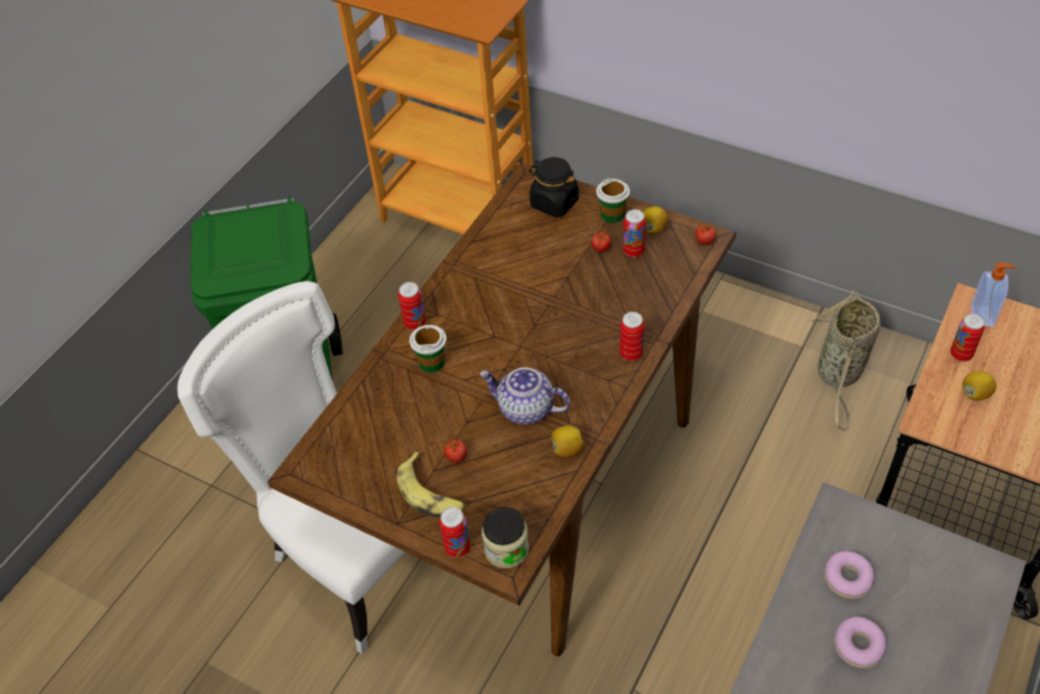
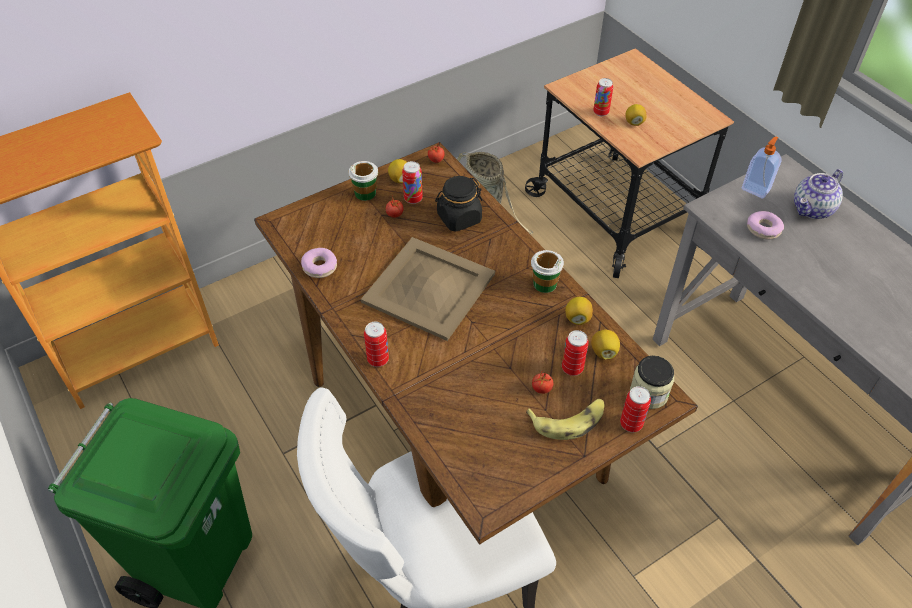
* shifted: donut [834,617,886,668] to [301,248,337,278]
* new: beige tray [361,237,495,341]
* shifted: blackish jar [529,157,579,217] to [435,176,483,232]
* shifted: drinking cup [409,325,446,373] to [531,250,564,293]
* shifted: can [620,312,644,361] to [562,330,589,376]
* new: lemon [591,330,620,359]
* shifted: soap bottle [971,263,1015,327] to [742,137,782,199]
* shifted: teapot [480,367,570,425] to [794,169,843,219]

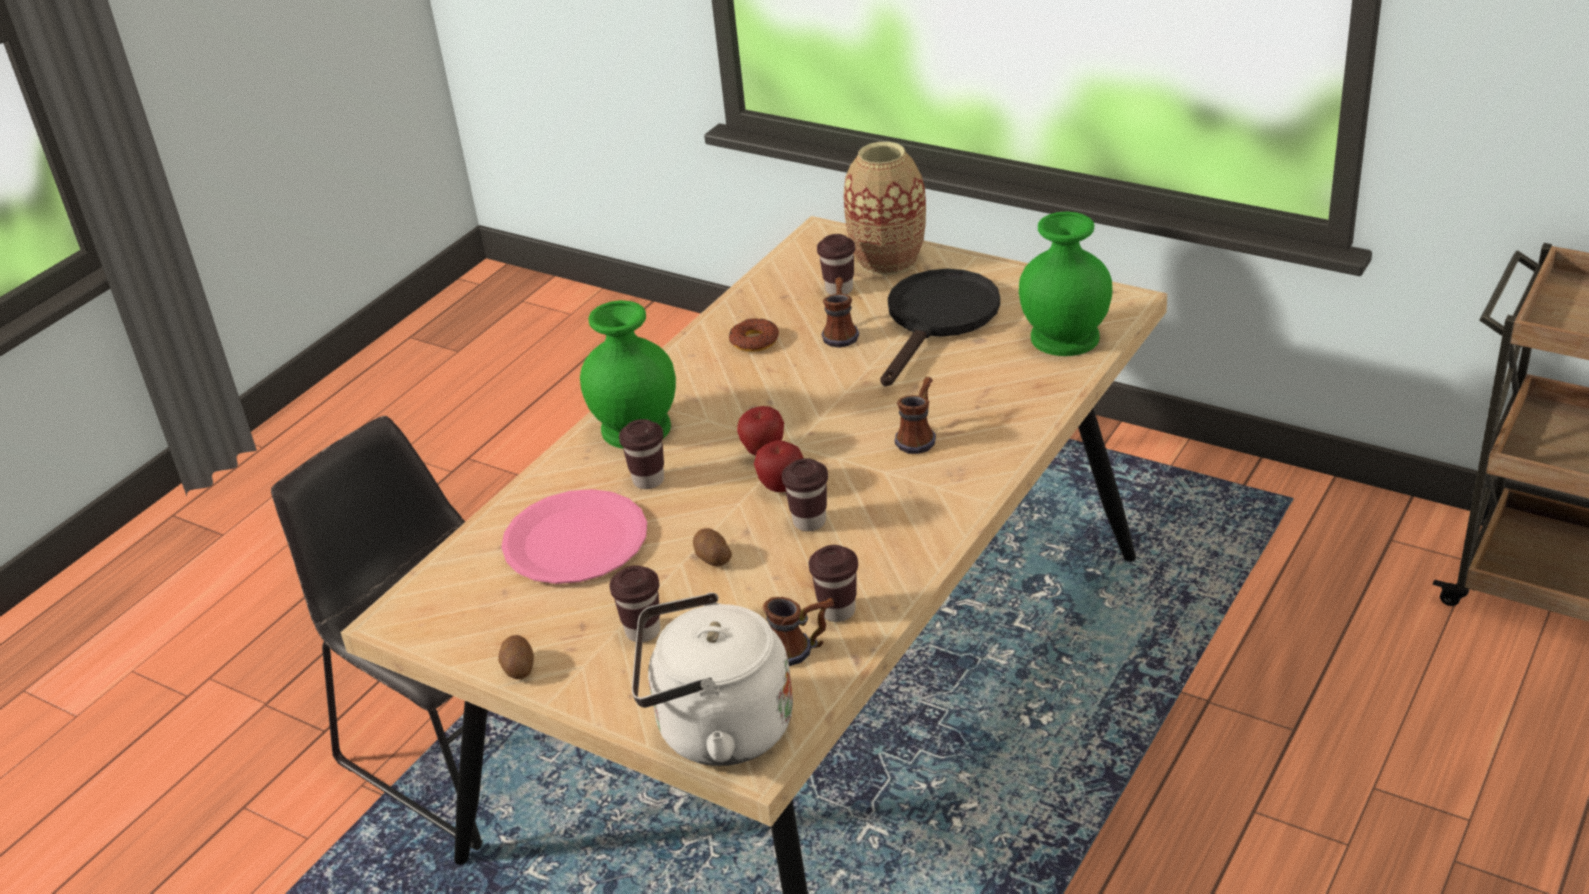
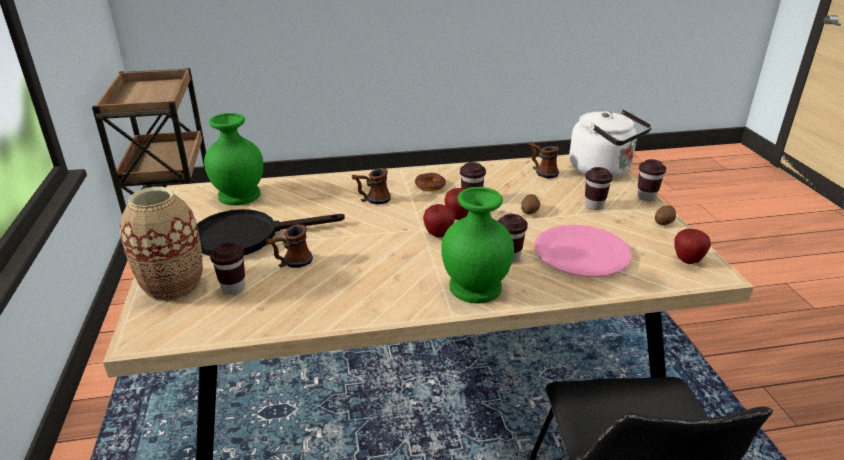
* shifted: donut [729,318,779,352] to [415,173,446,191]
* shifted: brown drinking cup [809,545,858,622] to [637,159,666,201]
* new: apple [674,229,711,264]

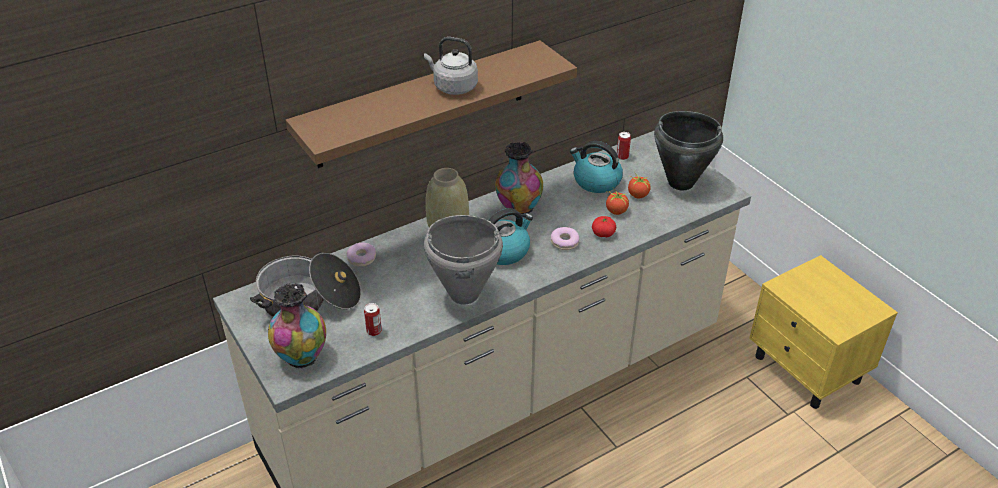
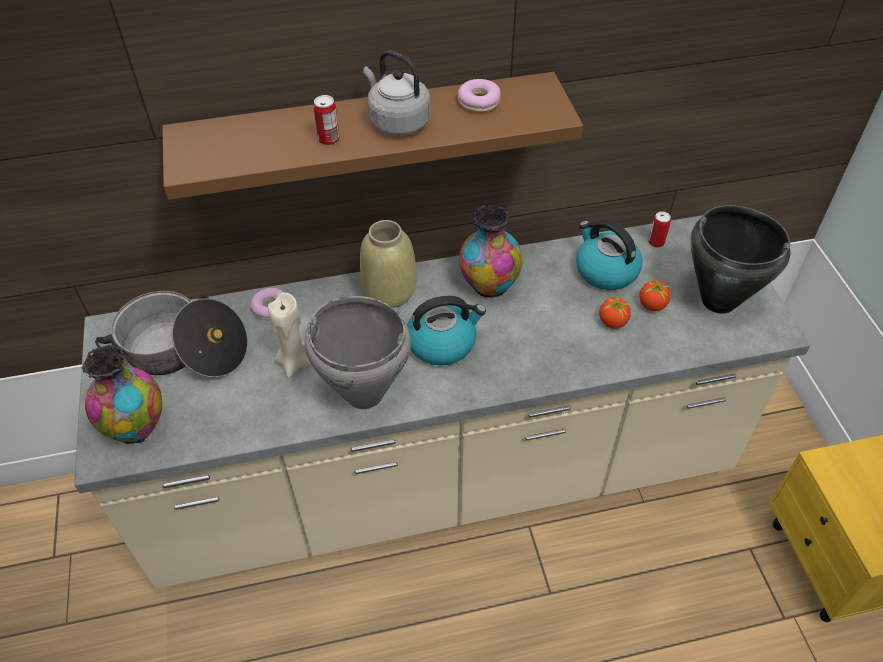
* new: beige wax light [268,292,311,378]
* shifted: can [364,303,382,336] to [313,95,340,145]
* shifted: donut [551,227,579,250] to [458,79,501,112]
* gone: whole tomato [592,216,616,237]

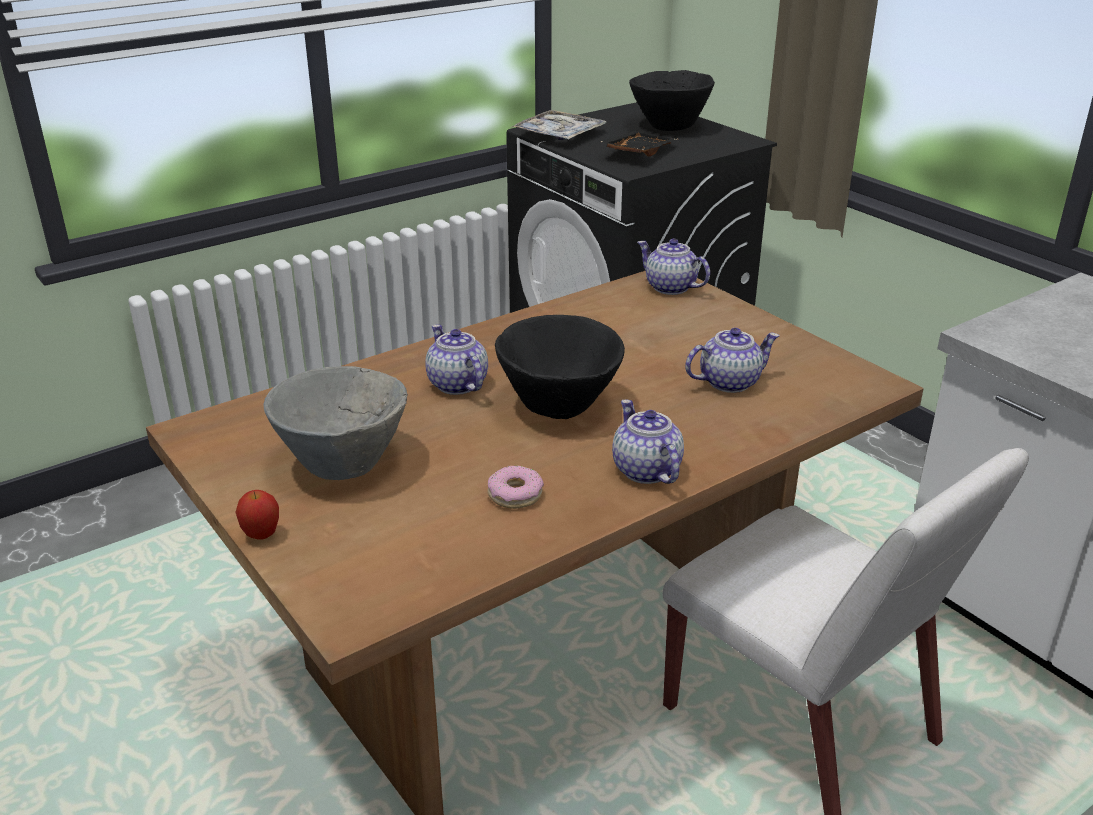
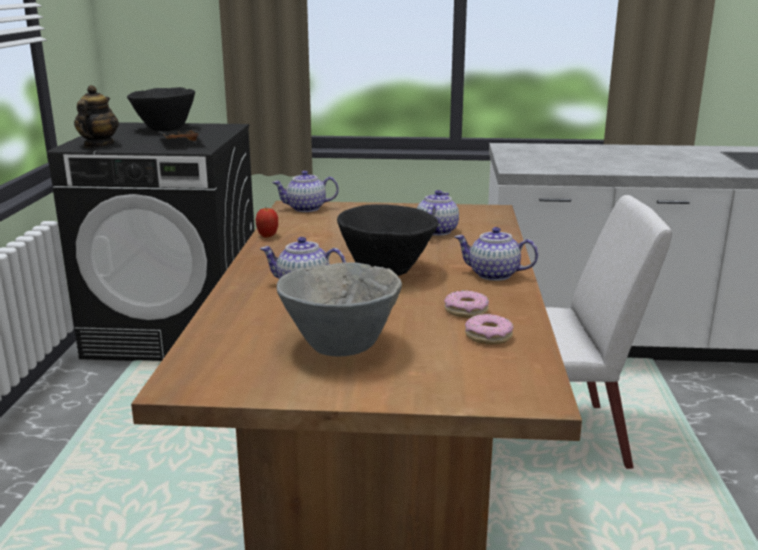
* swapped: tray [512,110,606,140] to teapot [74,85,119,148]
* shifted: apple [235,490,279,540] to [255,208,278,238]
* new: donut [465,314,514,345]

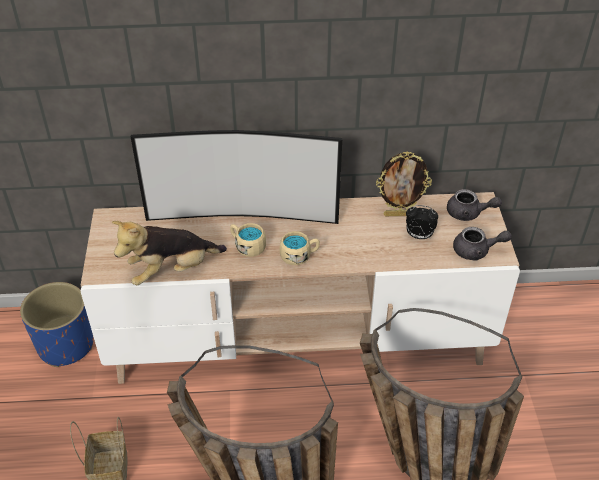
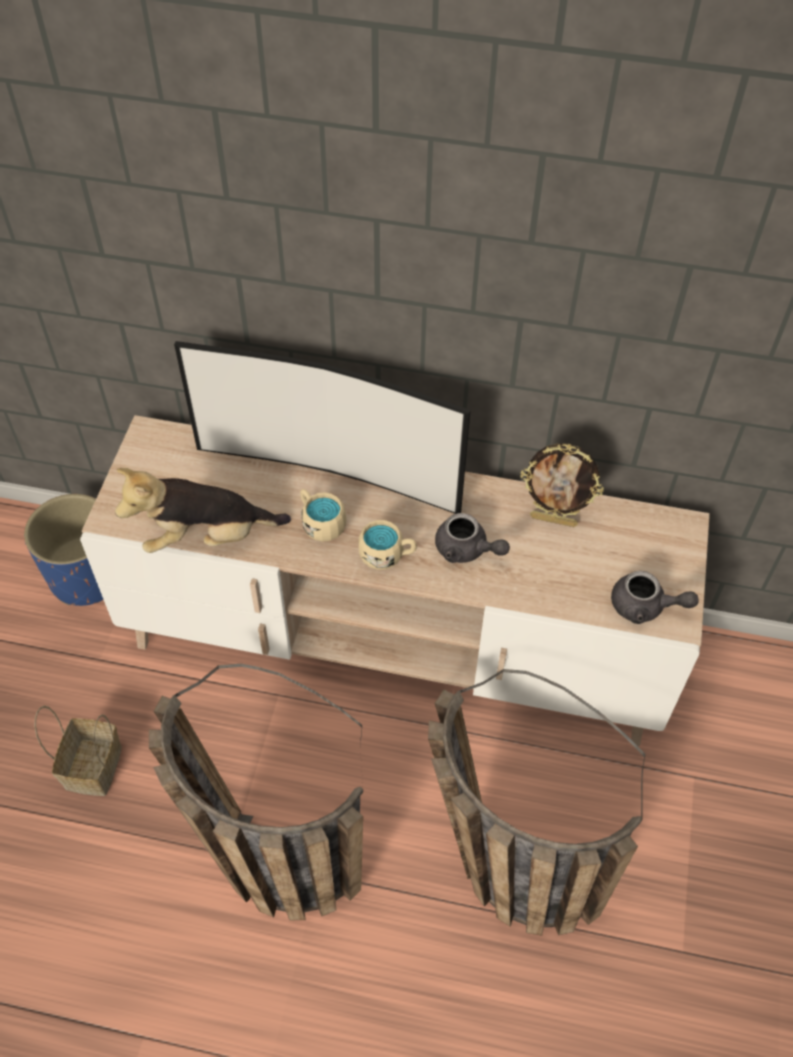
* shifted: gray teapot [447,189,502,221] to [435,513,510,563]
* gone: alarm clock [406,205,438,239]

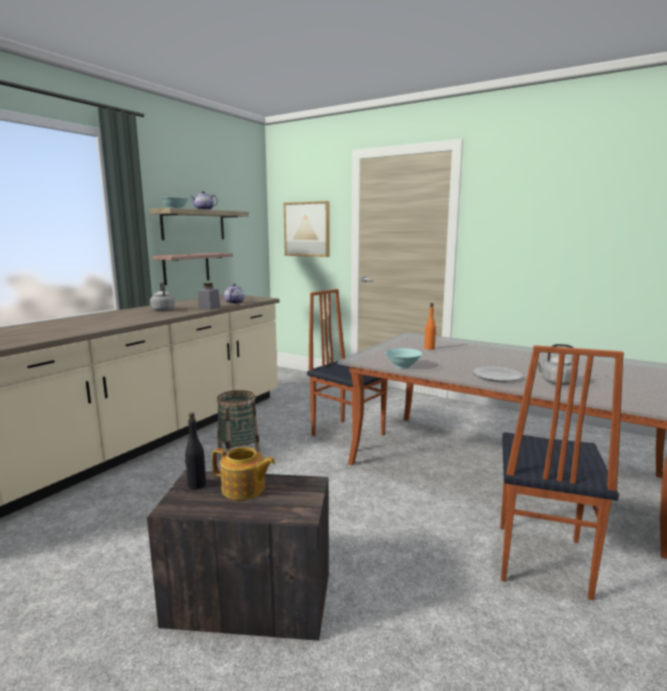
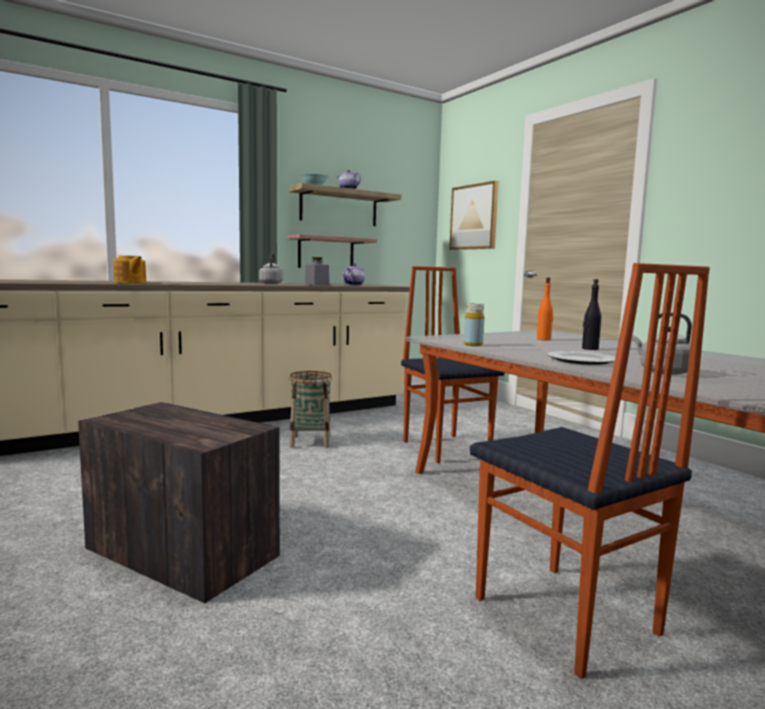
* shifted: teapot [212,447,275,500] to [113,255,146,283]
* swapped: turquoise serving bowl [385,348,423,368] to yellow-coloured beverage bottle [464,303,485,346]
* rotated: chair [500,345,624,600] = [470,263,710,679] 75 degrees counterclockwise
* shifted: blackish beverage bottle [185,412,206,490] to [582,279,601,350]

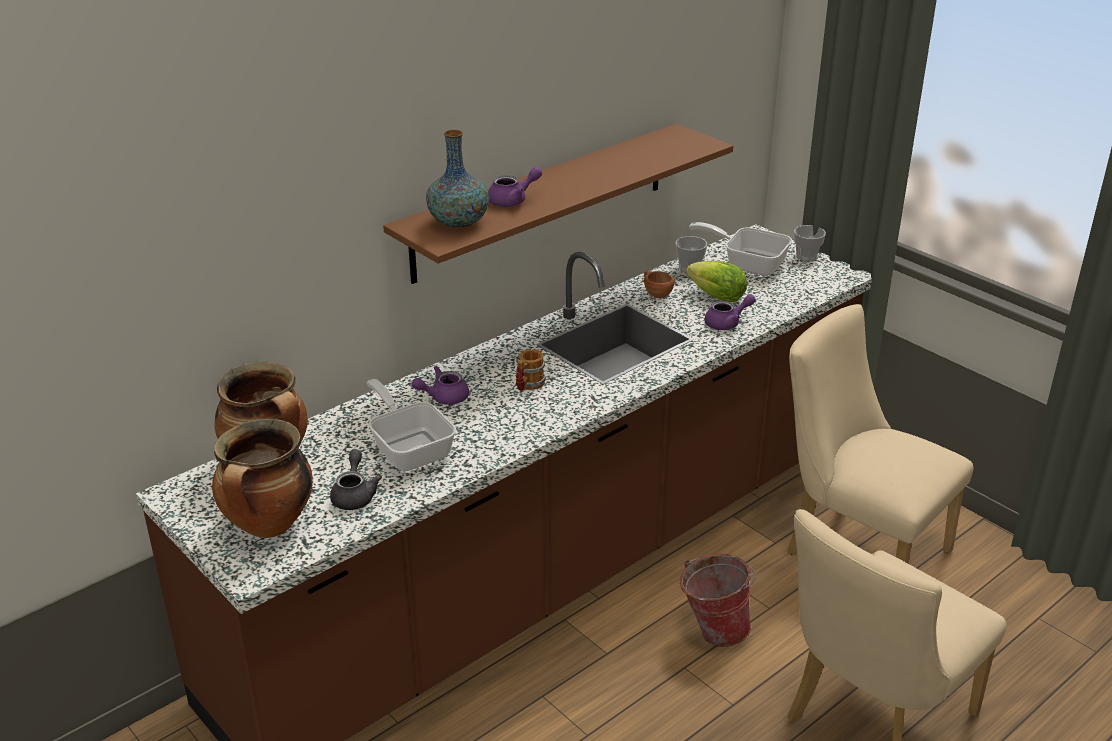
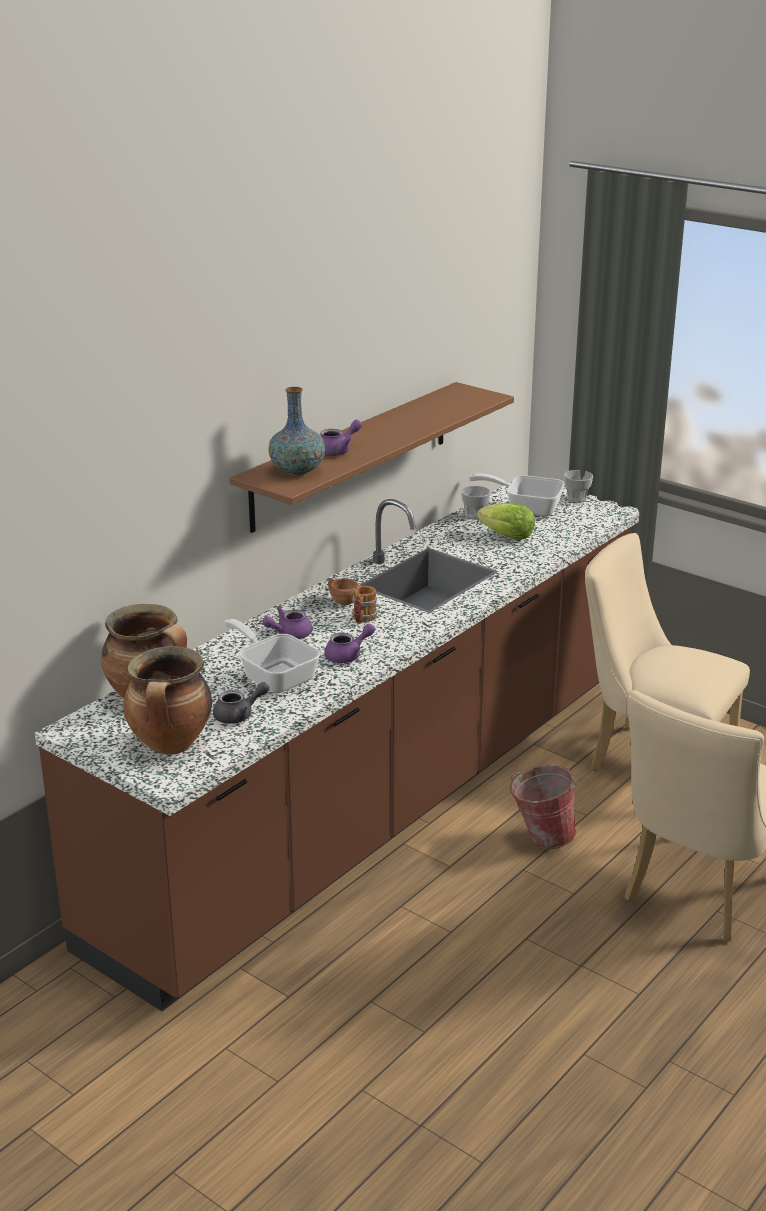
* rotated: gray teapot [330,450,382,510] = [213,682,270,724] 75 degrees clockwise
* shifted: purple-coloured teapot [705,294,756,330] to [324,624,375,663]
* shifted: brown drinking cup [644,270,675,298] to [328,578,360,605]

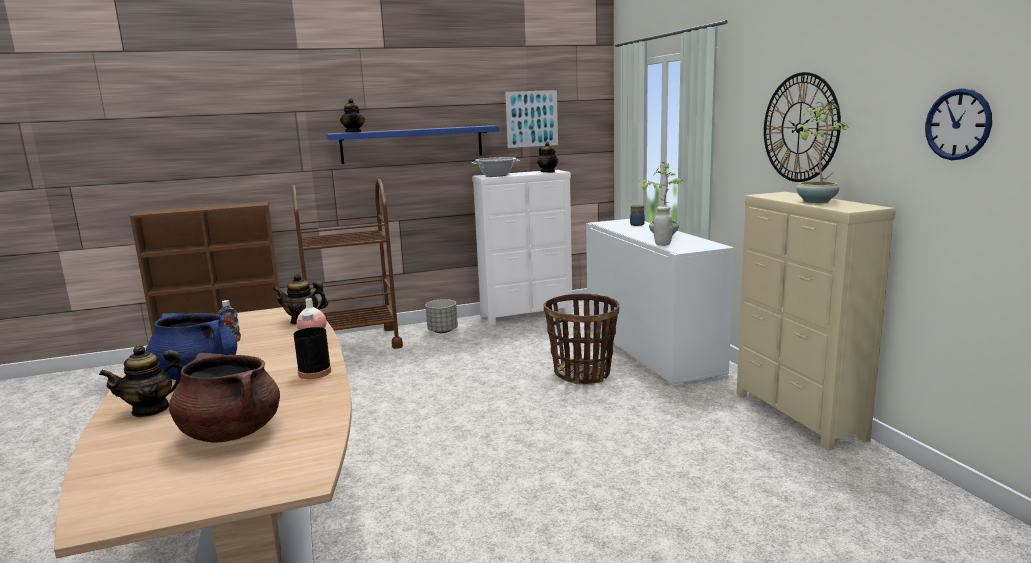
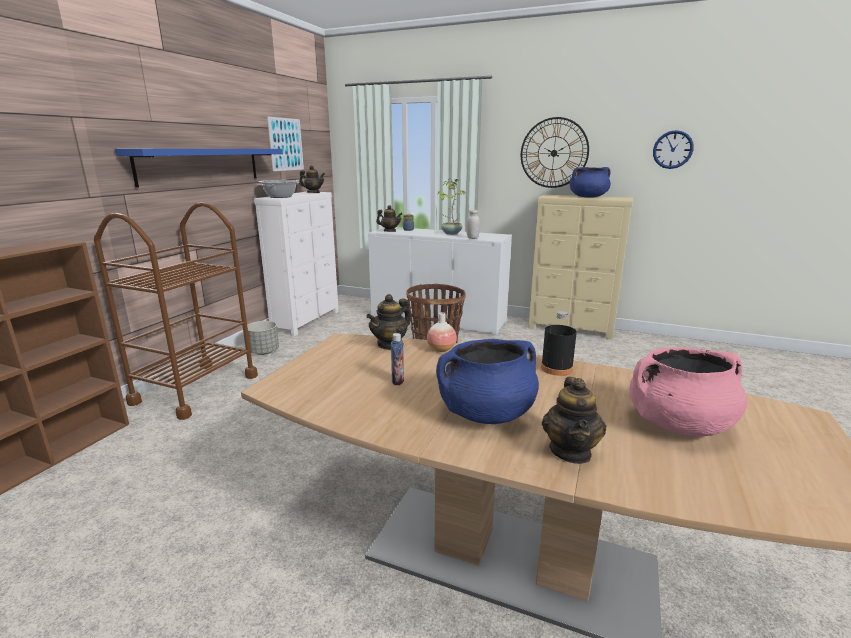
* shifted: teapot [340,99,365,132] to [376,205,402,232]
* swapped: plant in a pot [797,102,848,203] to bluish stockpot [569,167,611,198]
* repainted: brown stockpot [169,353,280,442] to pinkish stockpot [630,347,747,436]

